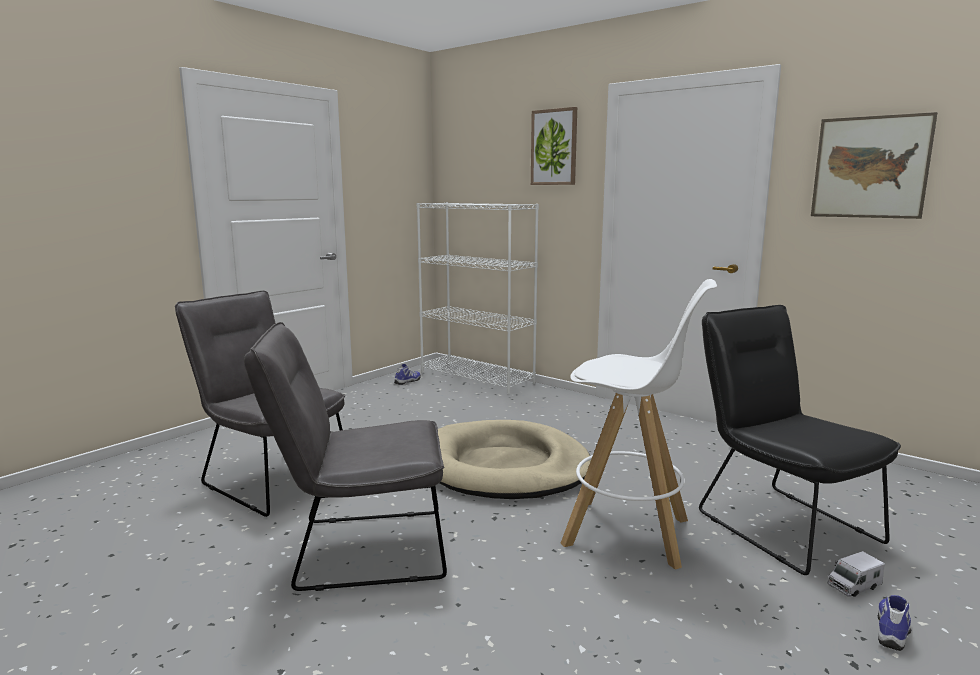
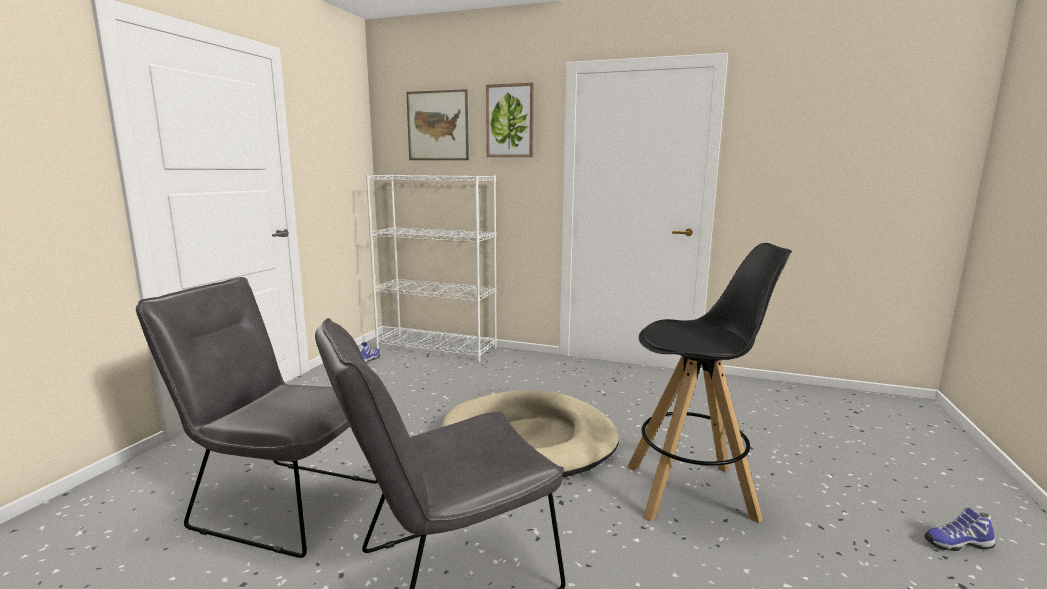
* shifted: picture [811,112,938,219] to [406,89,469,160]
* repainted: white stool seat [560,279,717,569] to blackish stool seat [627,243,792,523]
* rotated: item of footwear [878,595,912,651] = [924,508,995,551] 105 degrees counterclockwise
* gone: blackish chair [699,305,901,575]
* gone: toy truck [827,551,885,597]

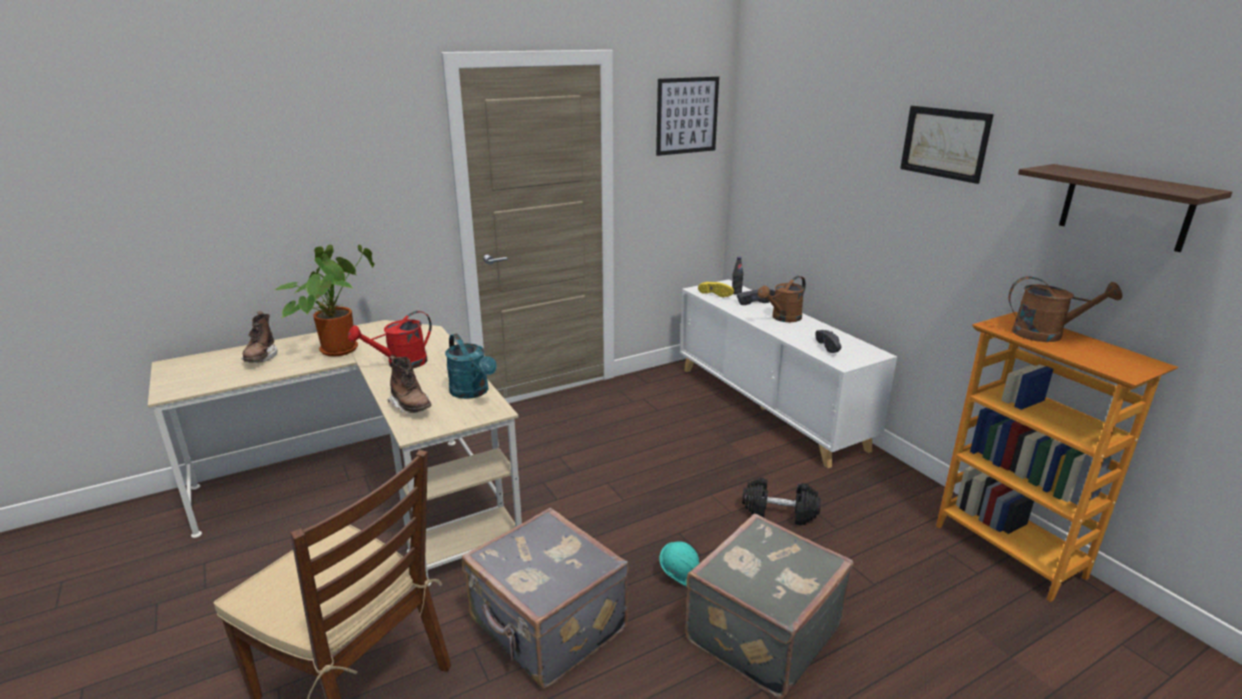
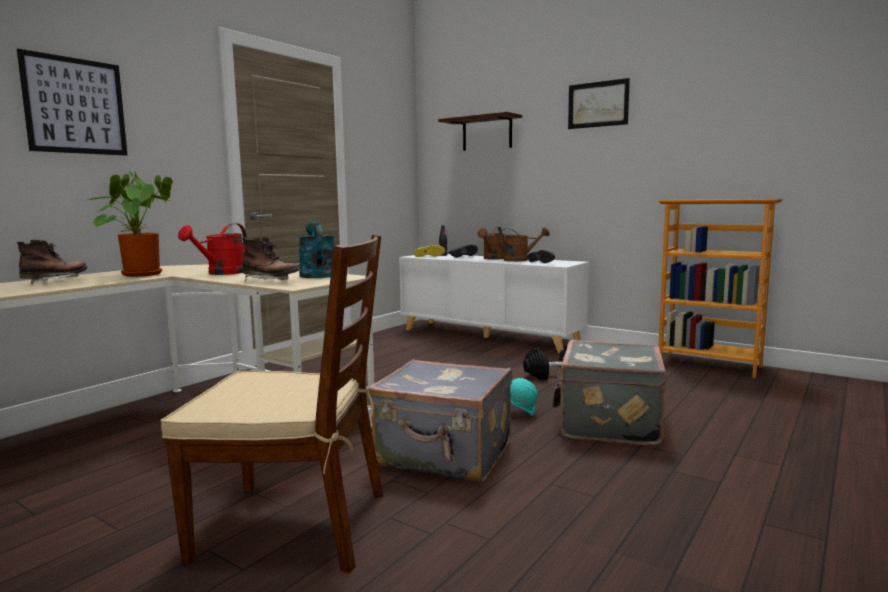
* shifted: picture [656,77,719,156] to [17,49,128,156]
* rotated: brown boot [241,311,278,363] = [17,240,87,284] 120 degrees counterclockwise
* rotated: turquoise watering can [445,334,497,399] = [298,222,335,278] 135 degrees counterclockwise
* shifted: shelf [1018,164,1232,252] to [438,112,522,151]
* shifted: brown watering can [1009,276,1122,342] to [498,227,550,262]

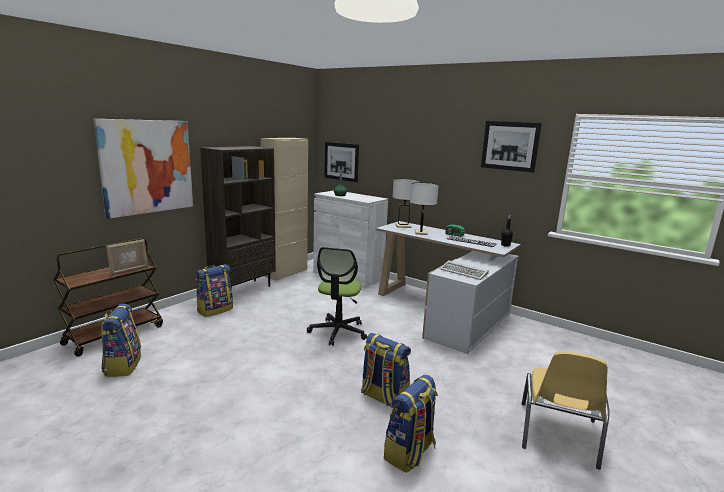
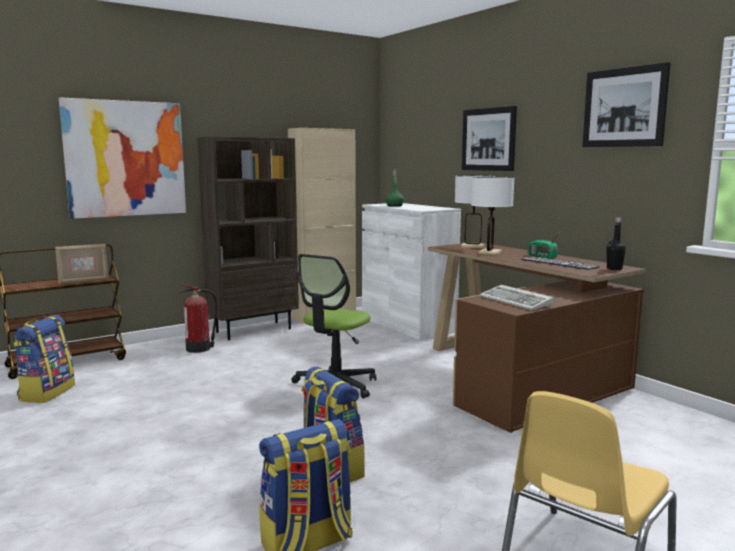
* swapped: rucksack [196,264,233,317] to fire extinguisher [180,284,217,353]
* repainted: white desk table [376,221,521,354] to brown desk table [428,242,646,433]
* shifted: picture [324,142,359,182] to [462,106,517,171]

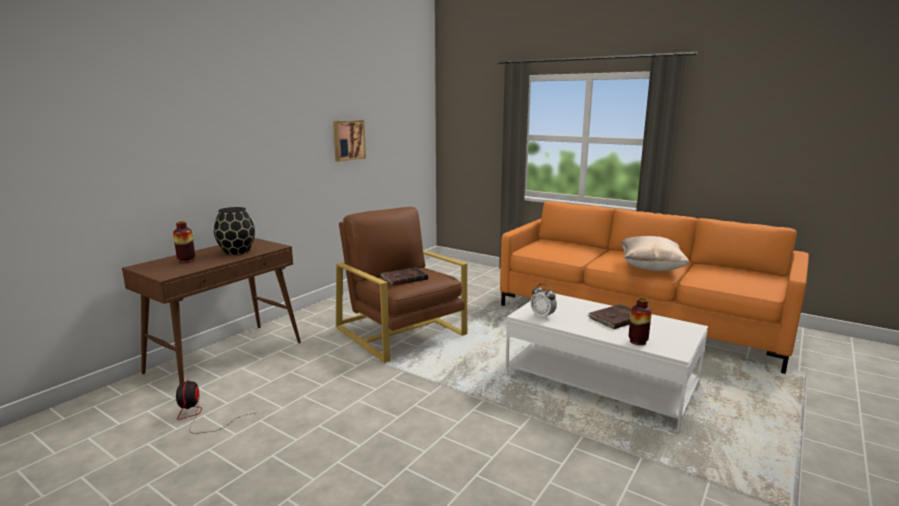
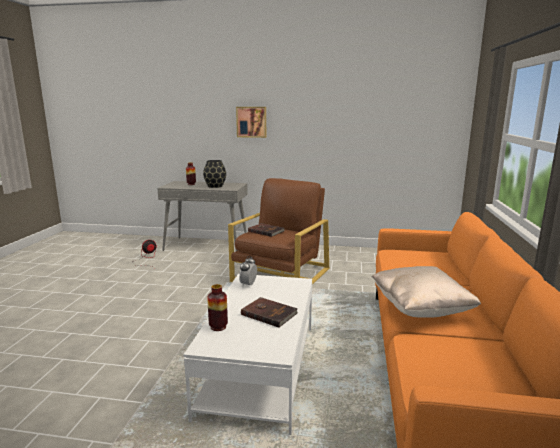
* repainted: brown console table [122,238,301,384] to gray console table [157,181,248,251]
* shifted: picture [333,120,366,162] to [236,107,266,138]

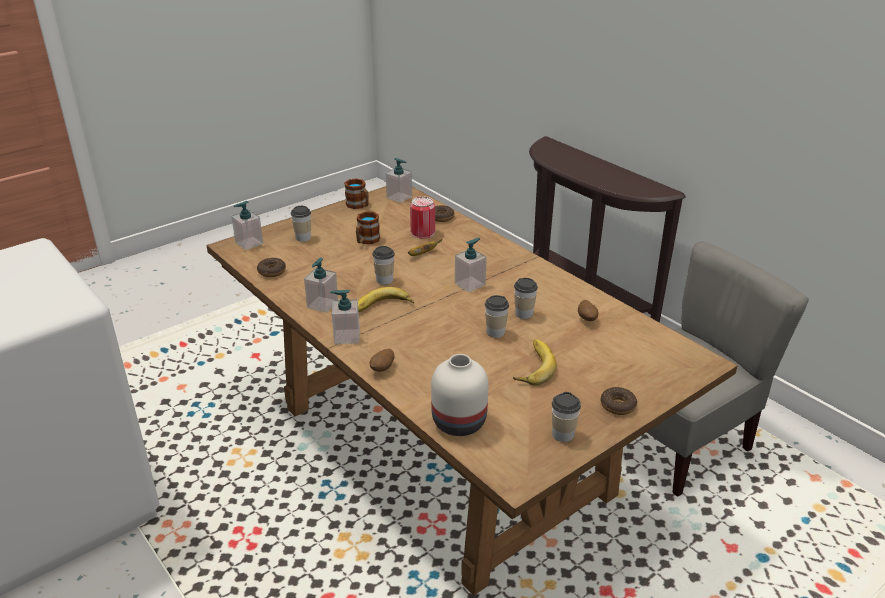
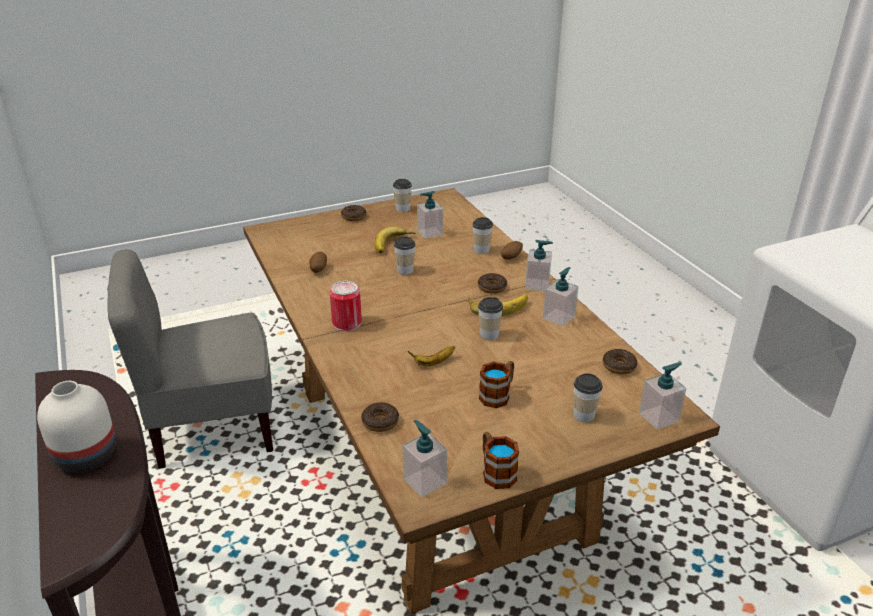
* shifted: white flower vase [431,354,488,436] to [37,381,116,473]
* shifted: can [410,197,435,239] to [330,281,362,331]
* shifted: soap bottle [455,238,487,292] to [417,191,443,239]
* shifted: drinking cup [514,278,538,319] to [472,217,493,254]
* new: donut [478,273,507,294]

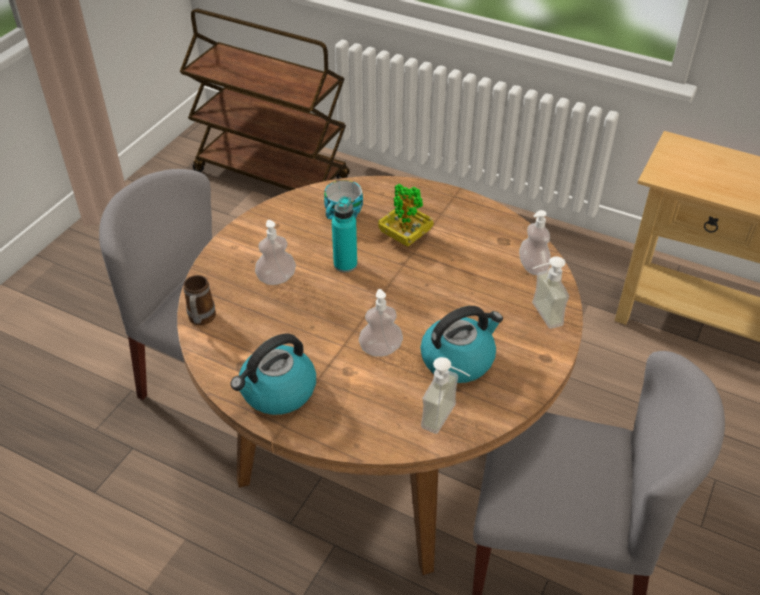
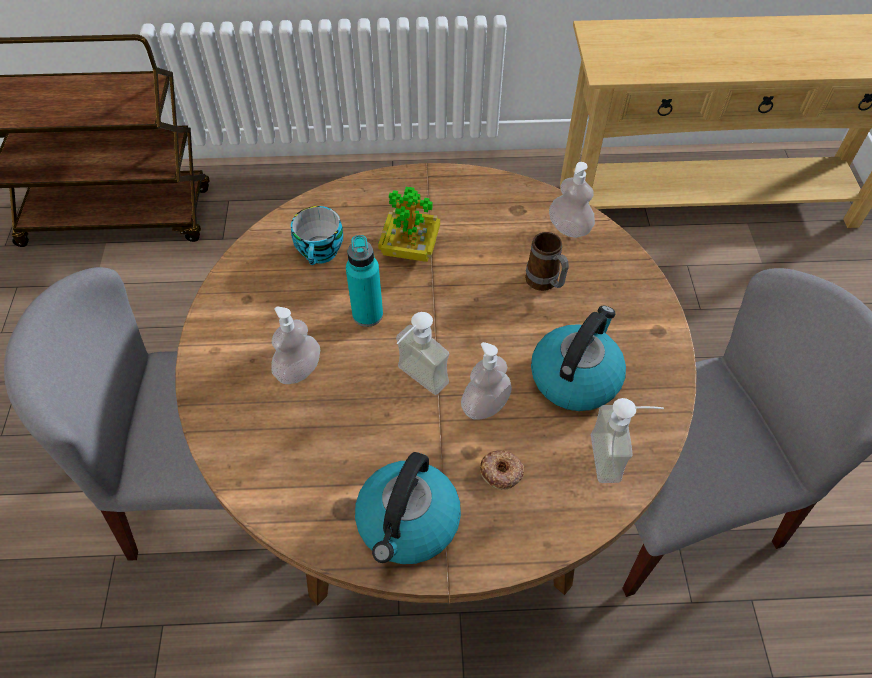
* shifted: soap bottle [532,256,569,329] to [396,312,450,395]
* new: donut [480,450,524,490]
* shifted: coffee mug [183,275,216,325] to [525,232,569,291]

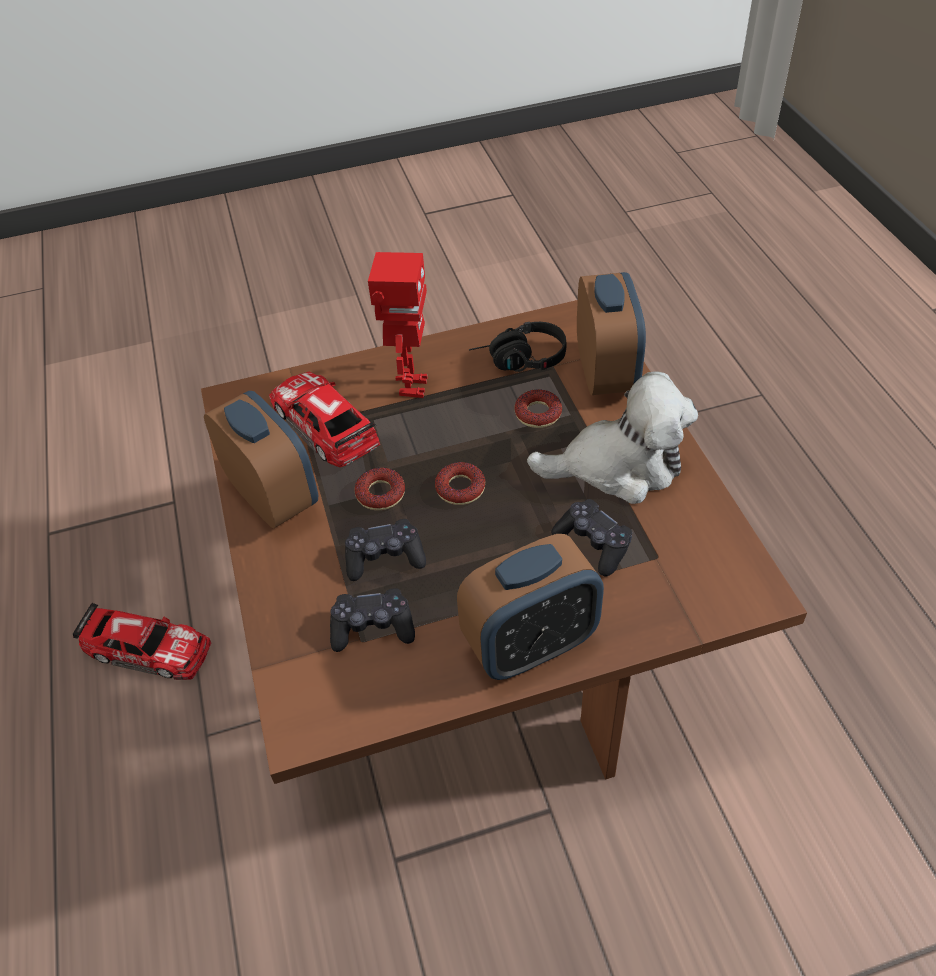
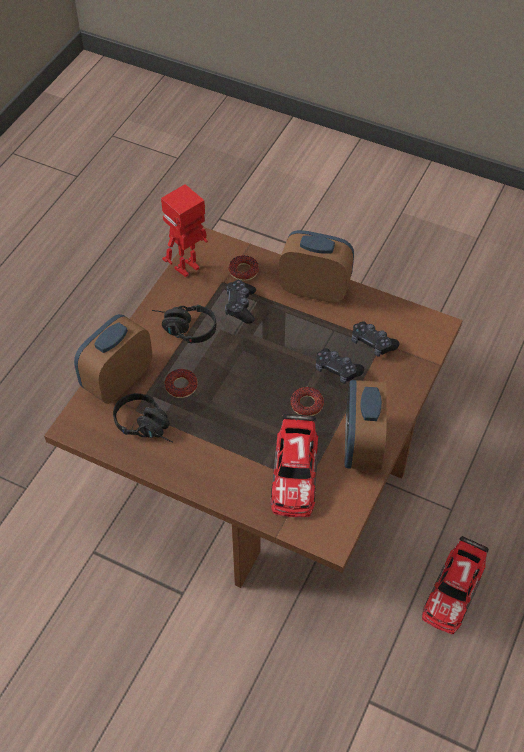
* swapped: plush toy [527,371,698,504] to blackish pair of headphones [152,305,216,343]
* shifted: robot figure [368,252,428,398] to [161,184,208,277]
* shifted: donut [435,462,485,505] to [228,255,259,281]
* rotated: miniature car [73,603,211,680] = [422,536,489,634] 120 degrees counterclockwise

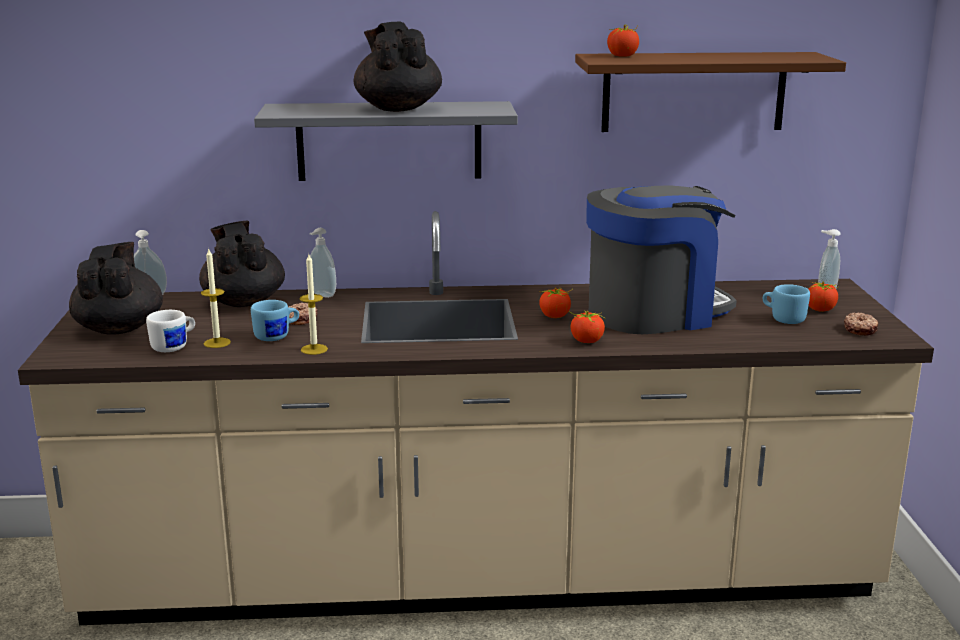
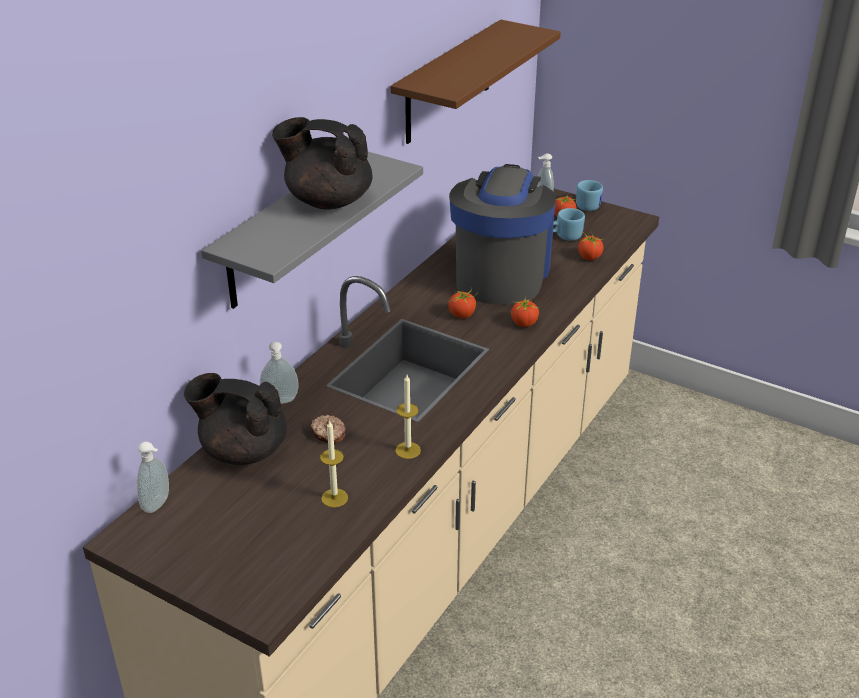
* shifted: bluish coffee mug [251,300,299,341] to [576,180,603,211]
* shifted: whole tomato [607,25,639,57] to [578,232,603,260]
* gone: blackish teapot [69,242,163,335]
* gone: white coffee mug [146,310,195,352]
* gone: donut [844,312,878,336]

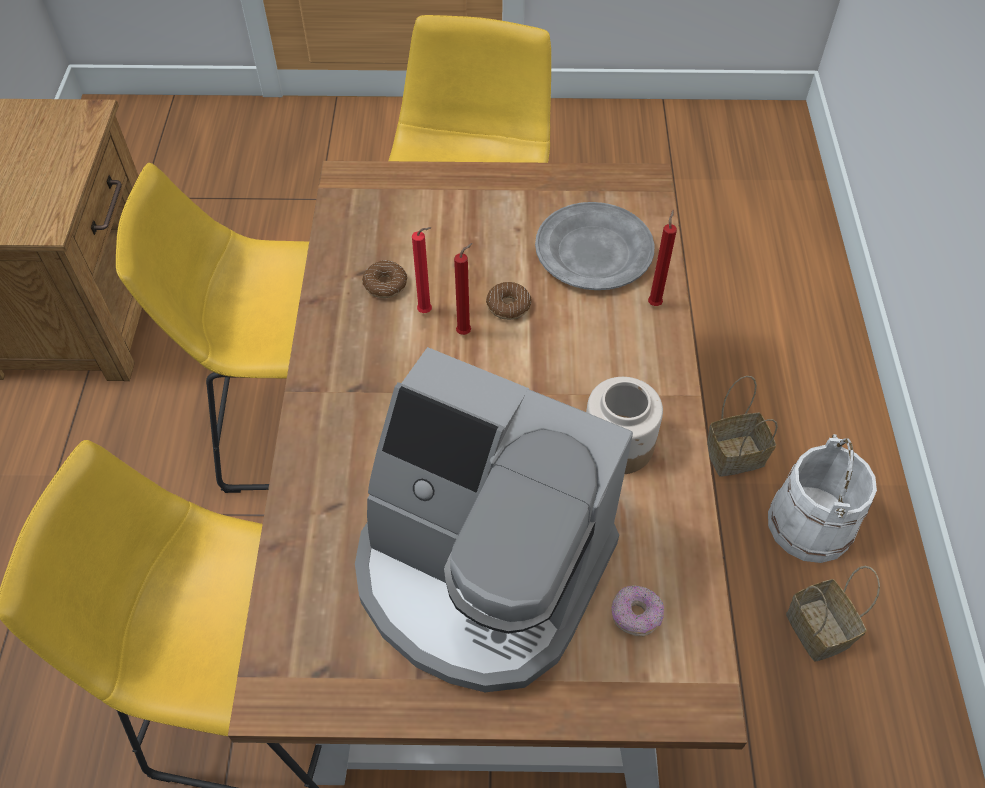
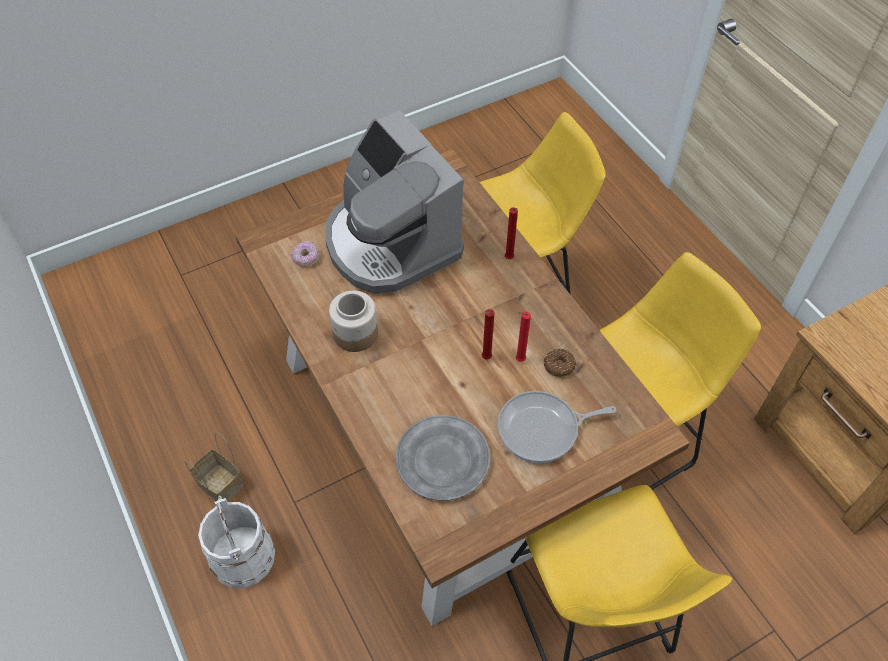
* rotated: coffee machine [355,347,633,692] = [325,111,464,294] 120 degrees counterclockwise
* new: frying pan [498,391,616,463]
* shifted: red wax light [648,210,677,306] to [505,207,518,259]
* gone: donut [486,282,532,320]
* gone: household basket [707,376,778,477]

